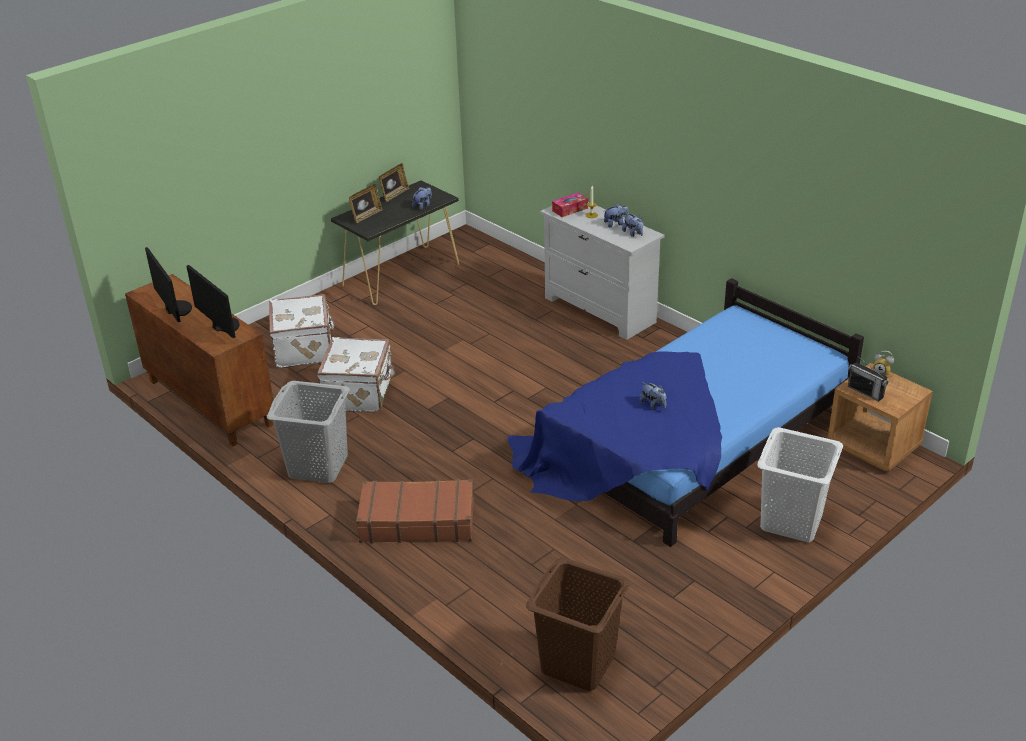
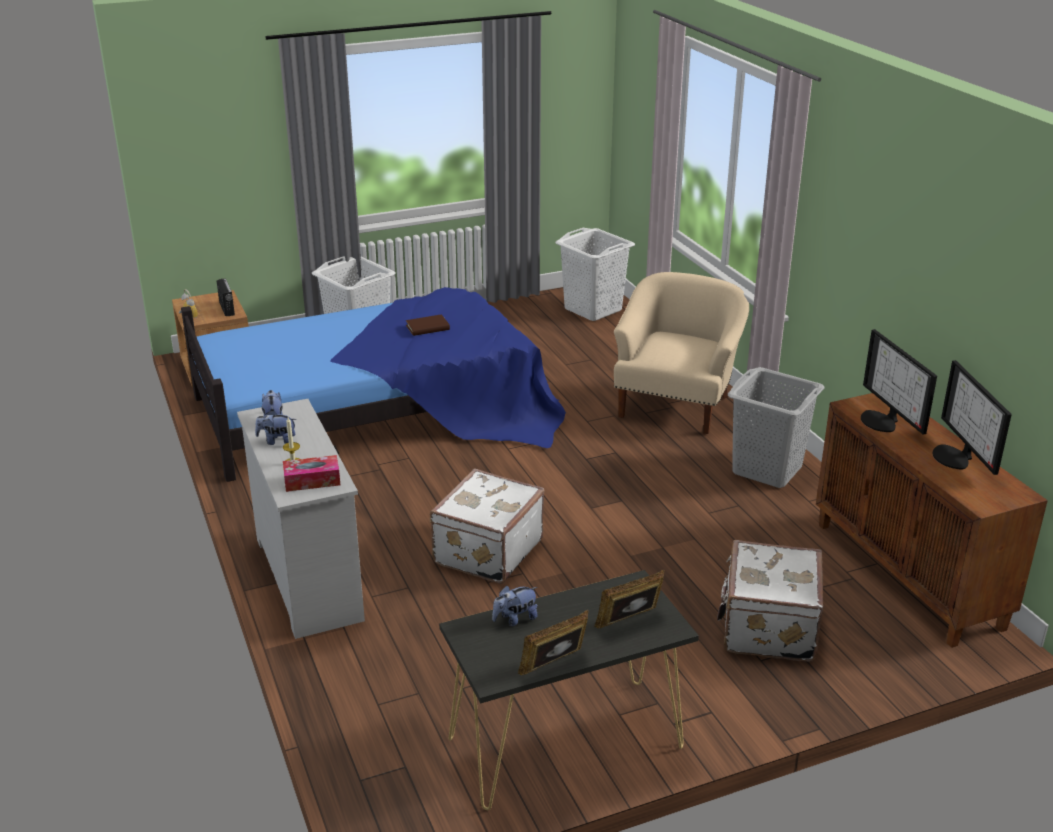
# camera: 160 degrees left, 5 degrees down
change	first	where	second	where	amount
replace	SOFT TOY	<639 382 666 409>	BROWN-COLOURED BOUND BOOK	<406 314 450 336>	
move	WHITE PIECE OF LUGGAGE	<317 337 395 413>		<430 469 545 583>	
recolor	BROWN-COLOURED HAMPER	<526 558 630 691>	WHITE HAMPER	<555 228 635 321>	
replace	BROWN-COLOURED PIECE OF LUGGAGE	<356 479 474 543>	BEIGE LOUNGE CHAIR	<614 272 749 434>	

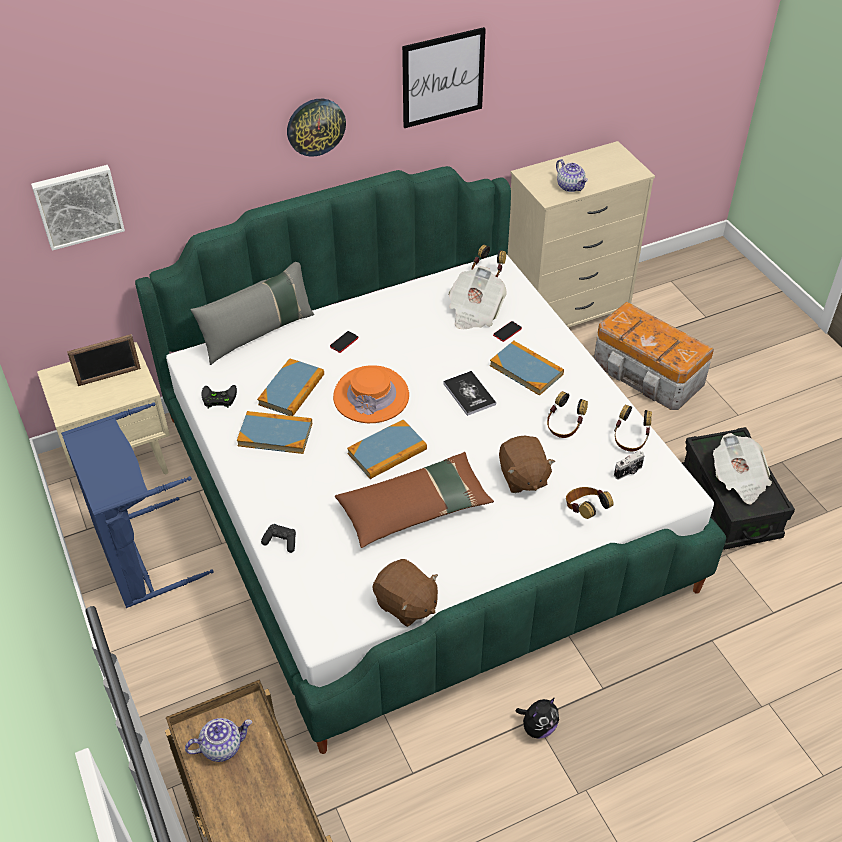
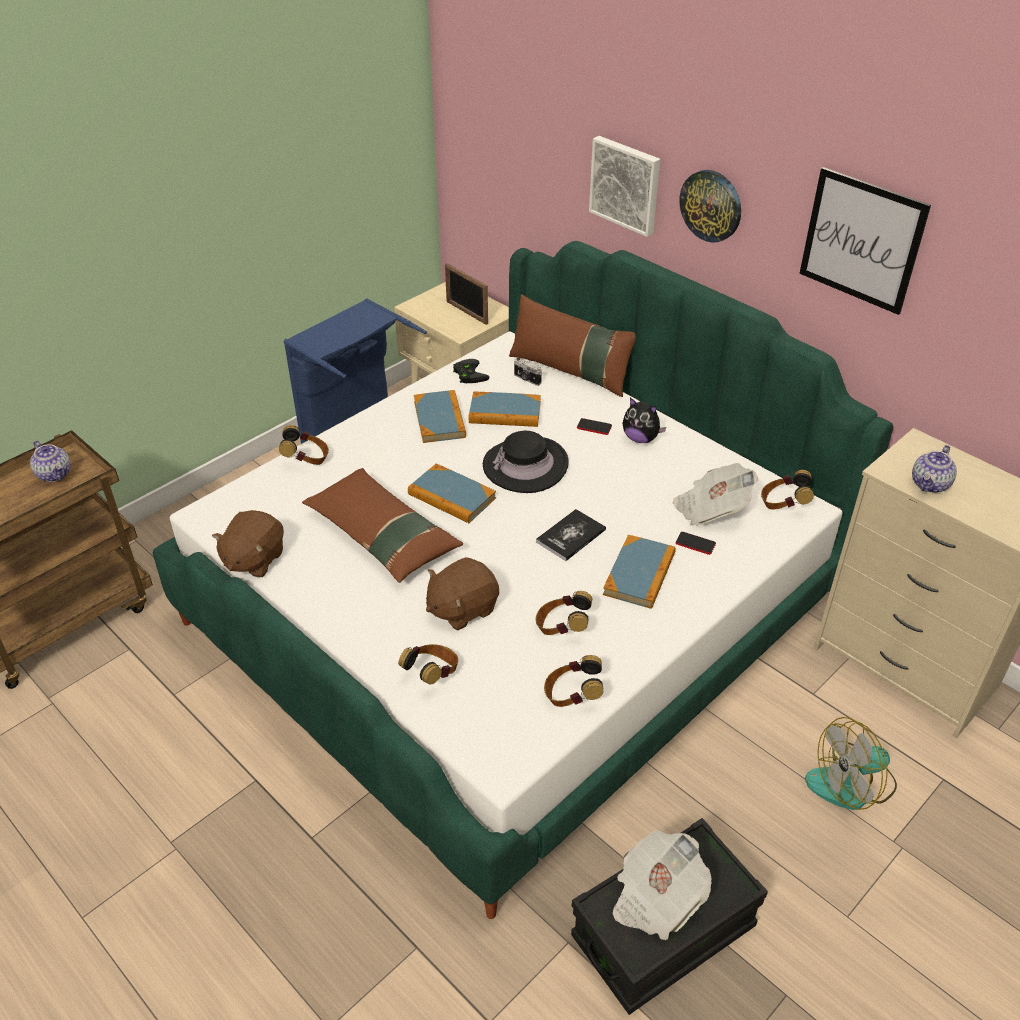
# camera: 70 degrees right, 5 degrees down
change	first	where	second	where	amount
replace	BLACKISH GAMEPAD	<261 524 296 553>	HEADSET	<279 425 329 465>	
recolor	ORANGE-COLOURED CLOTHING HAT	<333 365 409 423>	BLACKISH CLOTHING HAT	<483 431 569 493>	
recolor	GRAY CUSHION	<191 262 314 365>	BROWN-COLOURED CUSHION	<509 295 635 397>	
move	PHOTO CAMERA	<614 451 645 480>		<514 358 542 386>	
move	WALL ART	<31 165 125 251>		<589 136 661 237>	
move	SOFT TOY	<516 698 559 739>		<623 397 666 443>	
replace	STORAGE BOX	<594 301 714 410>	FAN	<805 717 897 810>	

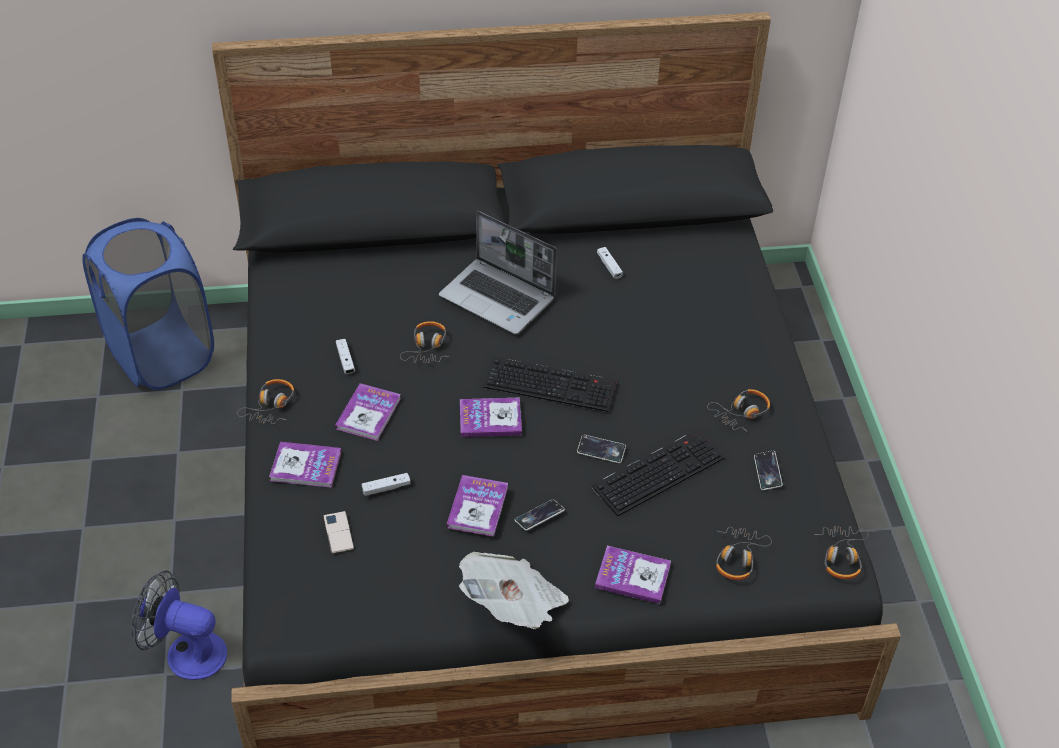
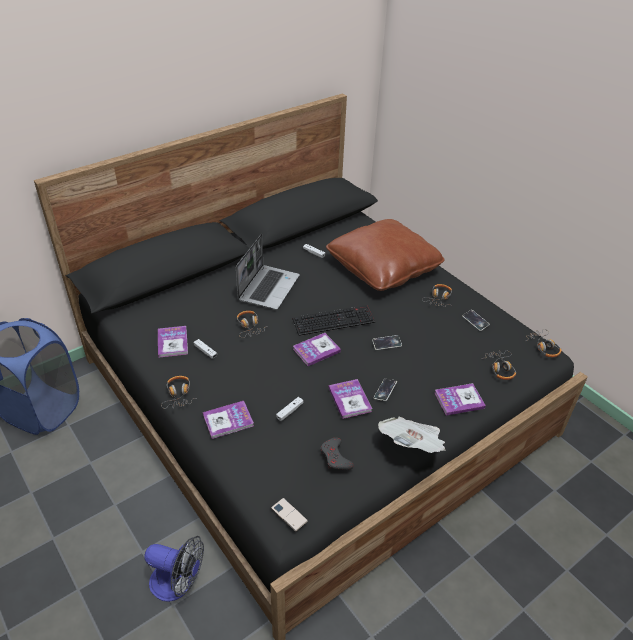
# camera: 30 degrees left, 5 degrees down
change	first	where	second	where	amount
rotate	FAN	<131 571 227 680>		<144 536 204 602>	150 degrees counterclockwise
move	BOUND BOOK	<335 383 401 441>		<158 326 188 358>	
rotate	PORTABLE COMPUTER	<439 211 557 335>		<236 233 300 310>	75 degrees counterclockwise
move	TELEPHONE	<323 511 354 554>		<271 498 308 531>	
insert			GRAY GAMEPAD	<321 437 354 470>	
insert			BROWN-COLOURED CUSHION	<326 219 444 291>	
delete	KEYBOARD	<592 430 724 517>			

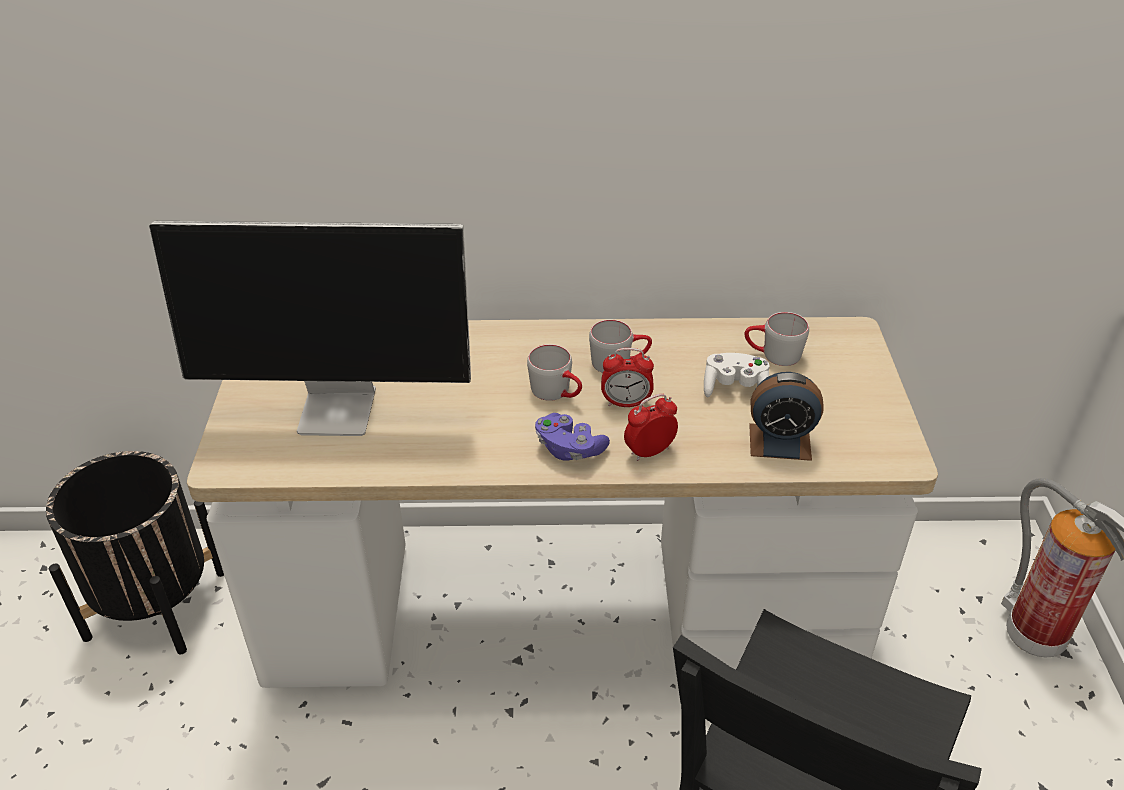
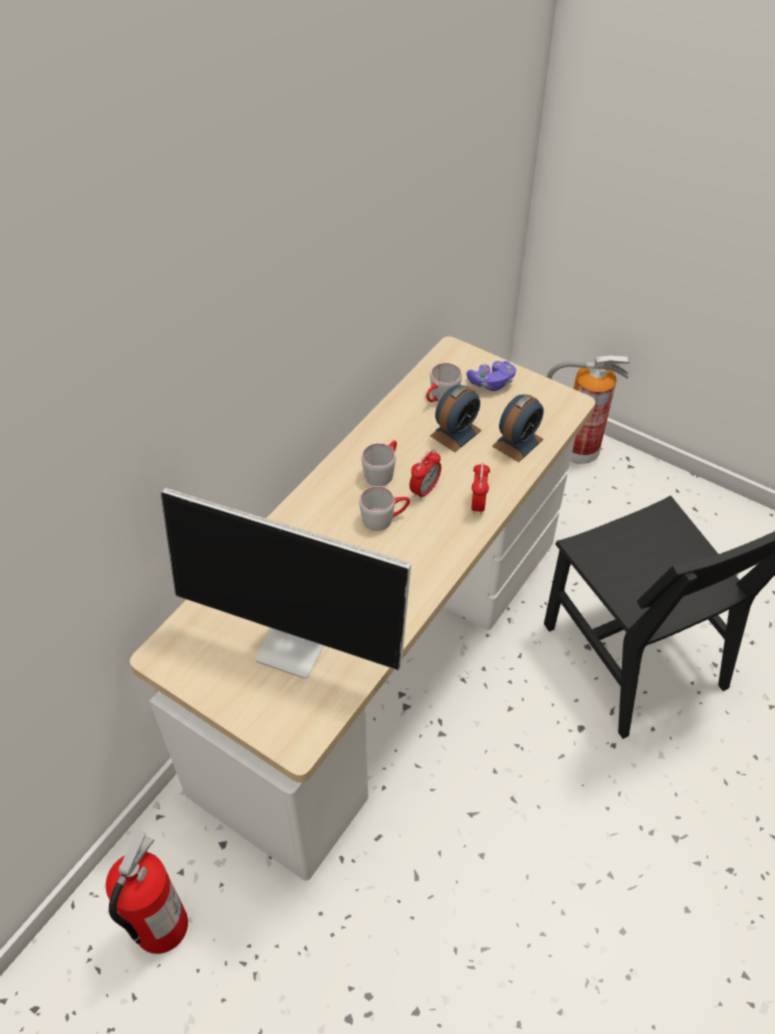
# camera: 55 degrees left, 10 degrees up
change	first	where	second	where	amount
replace	BLACKISH FLOWER POT	<46 451 224 654>	FIRE EXTINGUISHER	<106 830 188 954>	
rotate	COMPUTER DISPLAY	<149 221 471 436>		<161 488 411 679>	75 degrees clockwise
replace	WHITE GAMEPAD	<704 353 769 397>	ALARM CLOCK	<430 385 482 452>	
move	PURPLE-COLOURED GAMEPAD	<535 413 610 461>		<467 361 516 391>	

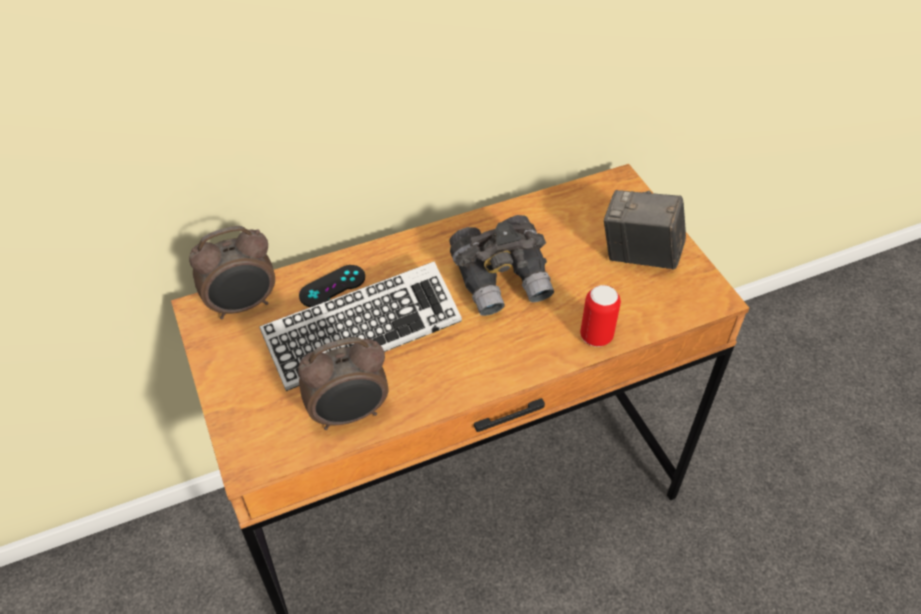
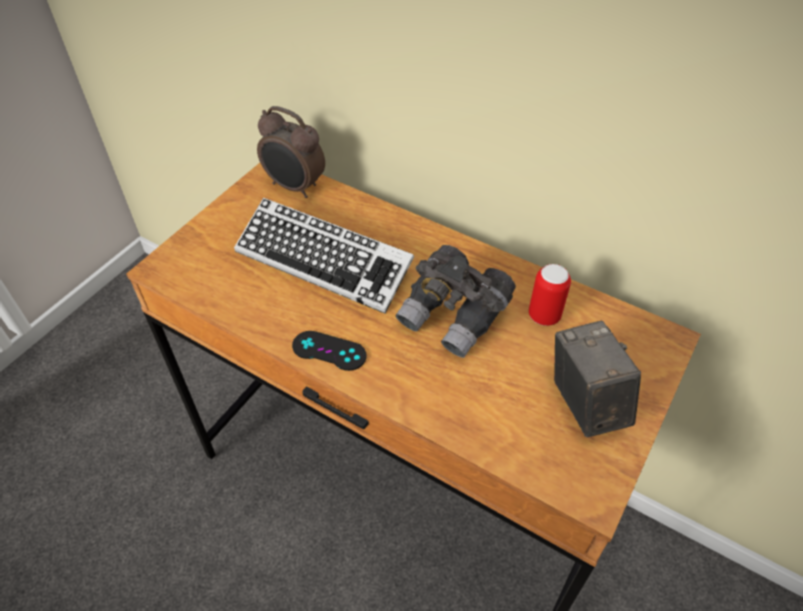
# camera: 55 degrees right, 0 degrees up
change	first	where	second	where	amount
move	BLACKISH GAMEPAD	<299 265 365 307>		<292 331 366 371>	
move	SEALED CAN	<580 285 621 347>		<529 264 571 326>	
delete	ALARM CLOCK	<298 337 389 430>			

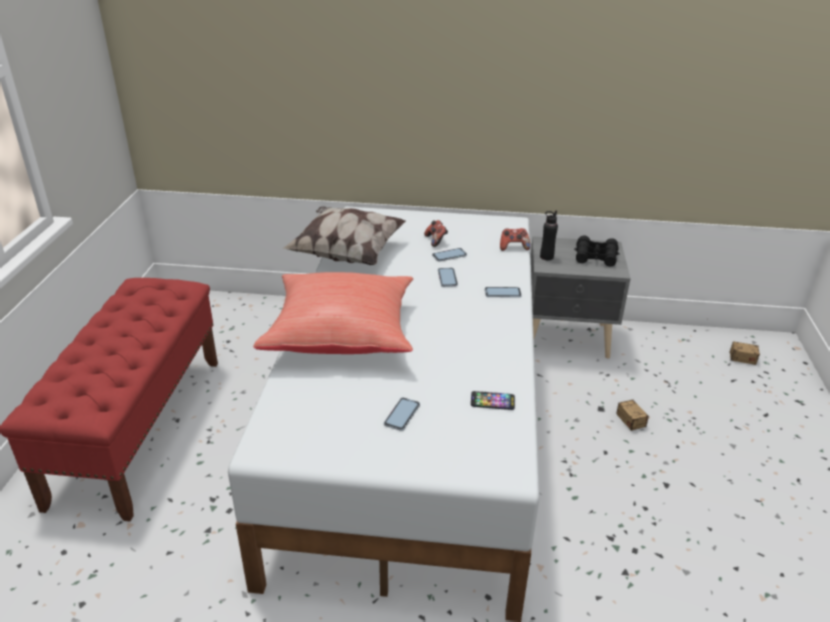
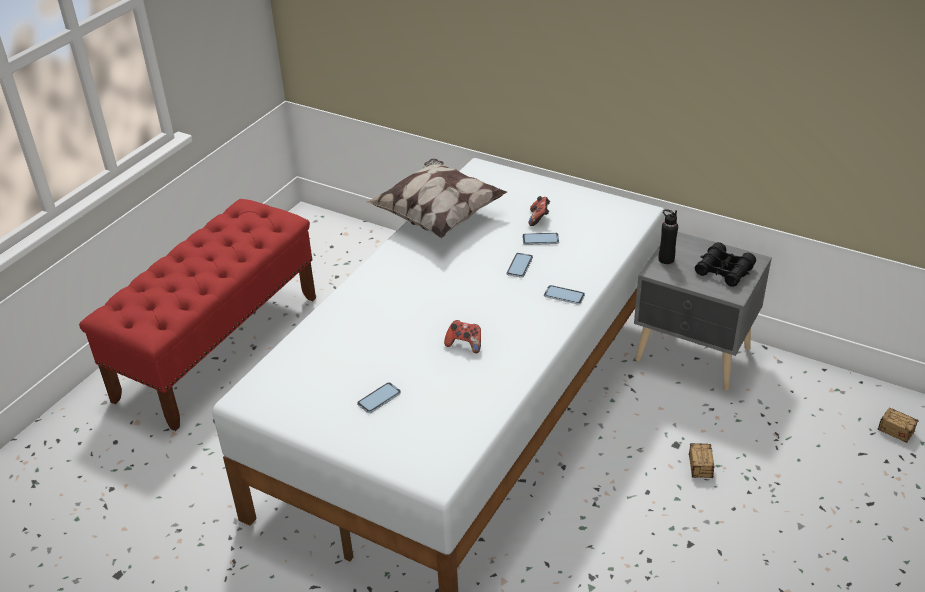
# camera: 25 degrees right, 5 degrees up
change	first	where	second	where	amount
move	GAMEPAD	<500 228 530 251>		<444 320 481 353>	
delete	RED CUSHION	<253 272 413 354>			
delete	TELEPHONE	<471 391 515 410>			

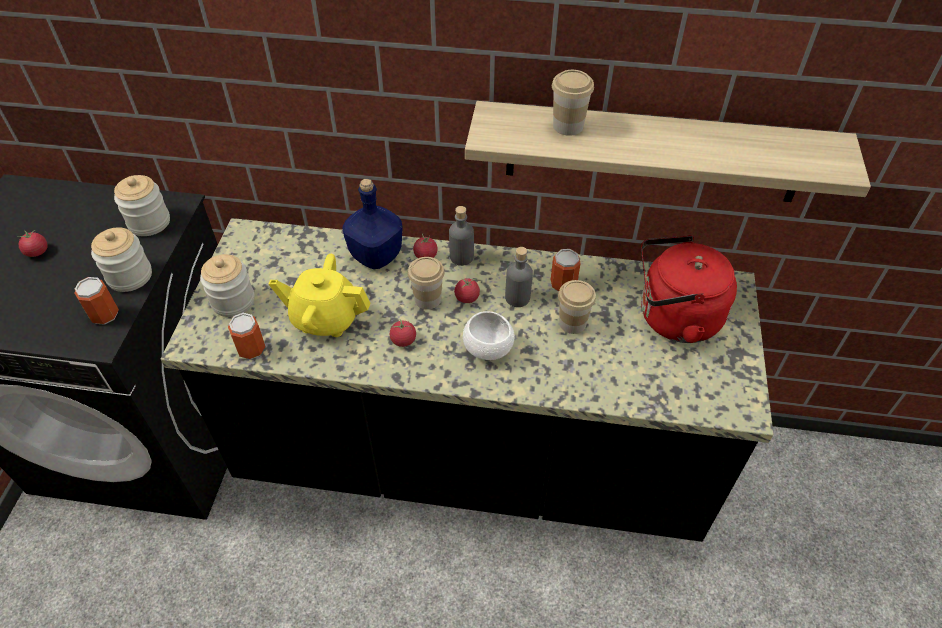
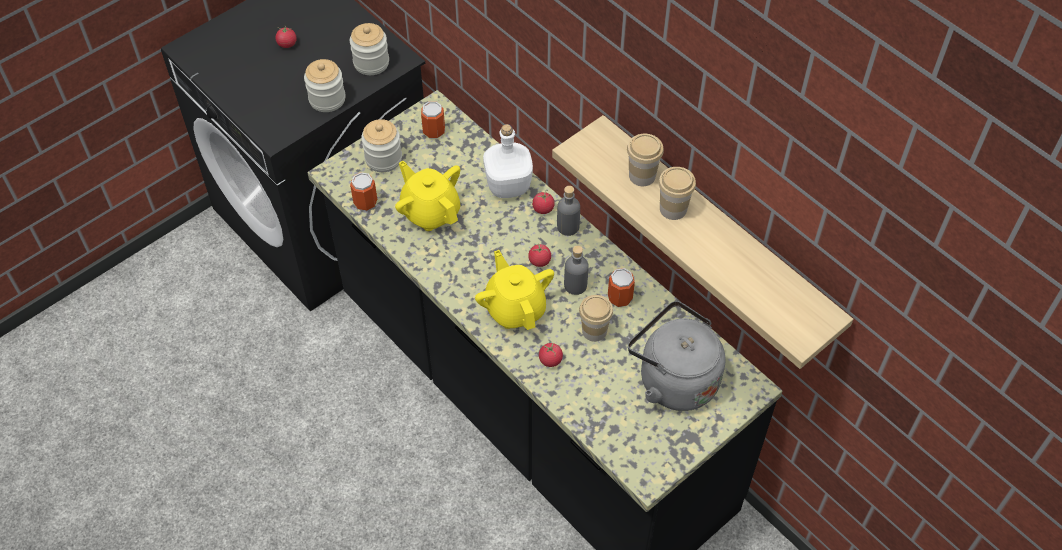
# camera: 40 degrees right, 5 degrees up
change	first	where	second	where	amount
move	SEALED CAN	<74 277 119 325>		<421 101 445 139>	
replace	WHITE BOWL	<463 311 515 360>	YELLOW TEAPOT	<475 250 554 330>	
recolor	BLUE DRINK BOTTLE	<342 179 403 269>	WHITE DRINK BOTTLE	<483 124 533 198>	
move	TOMATO	<390 319 416 347>		<539 343 563 367>	
recolor	RED WATER KETTLE	<641 235 737 343>	GRAY WATER KETTLE	<628 301 725 411>	
move	DRINKING CUP	<408 257 445 310>		<658 167 696 220>	

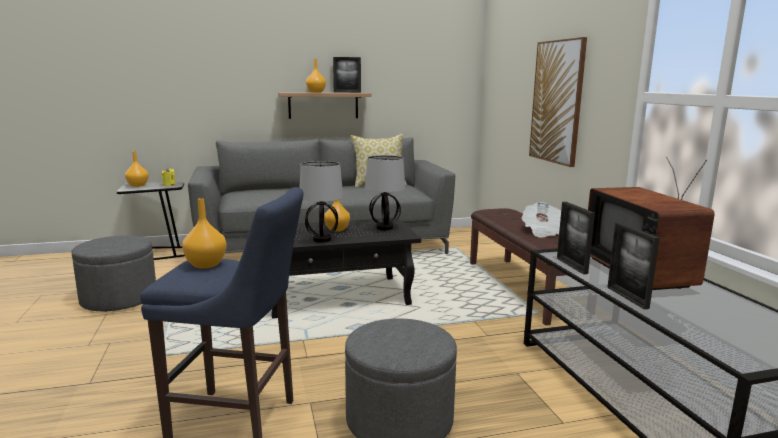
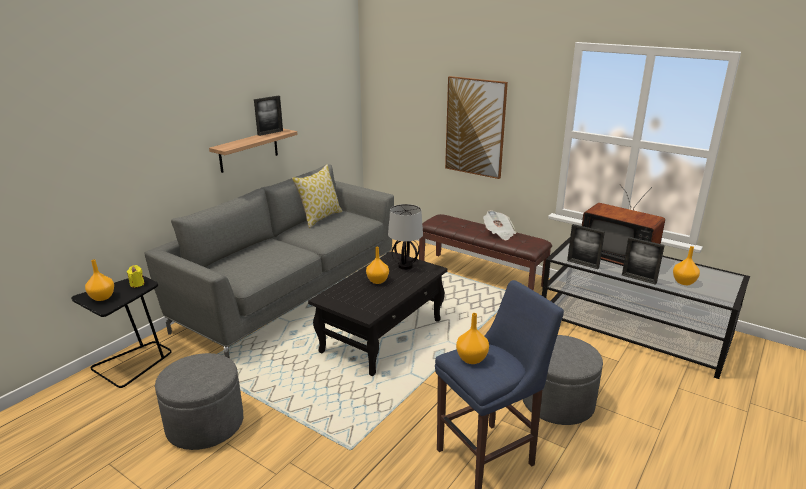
# camera: 40 degrees left, 10 degrees up
change	first	where	second	where	amount
move	ORANGE-COLOURED FLOWER VASE	<306 59 326 93>		<673 246 700 285>	
delete	TABLE LAMP	<299 161 343 243>			

